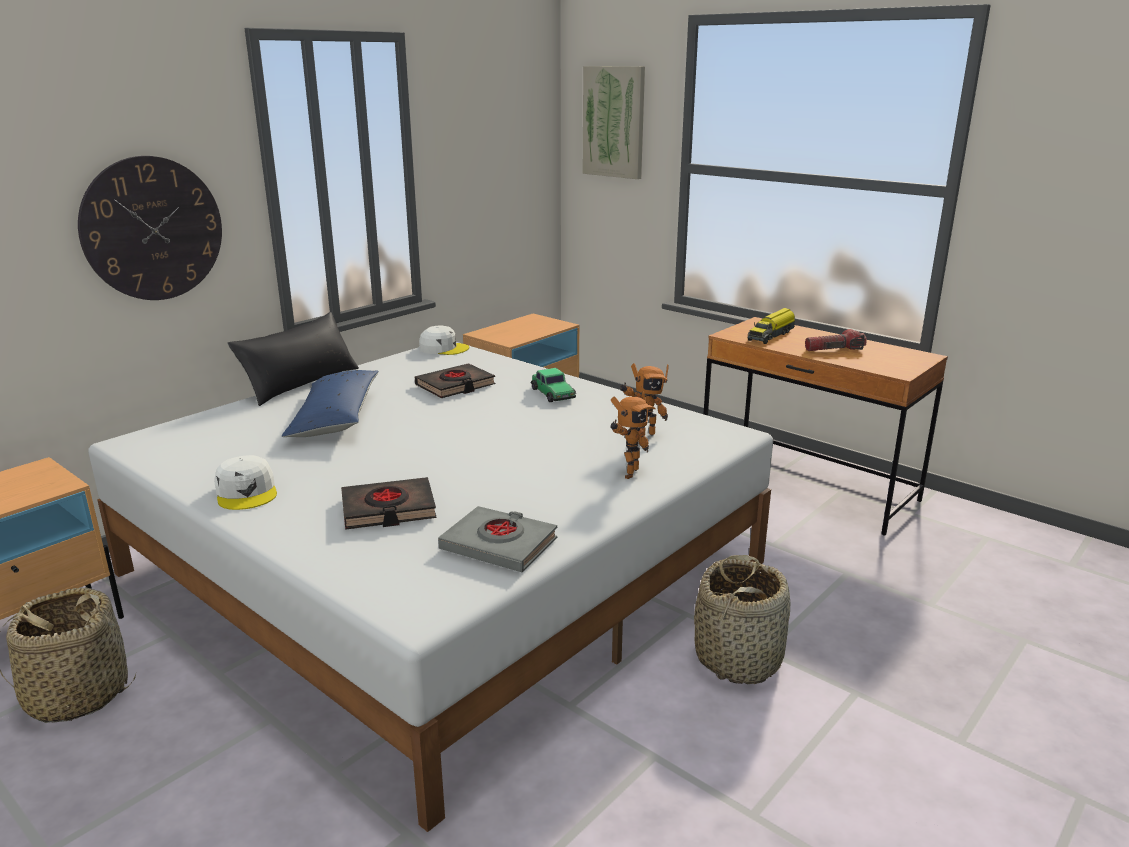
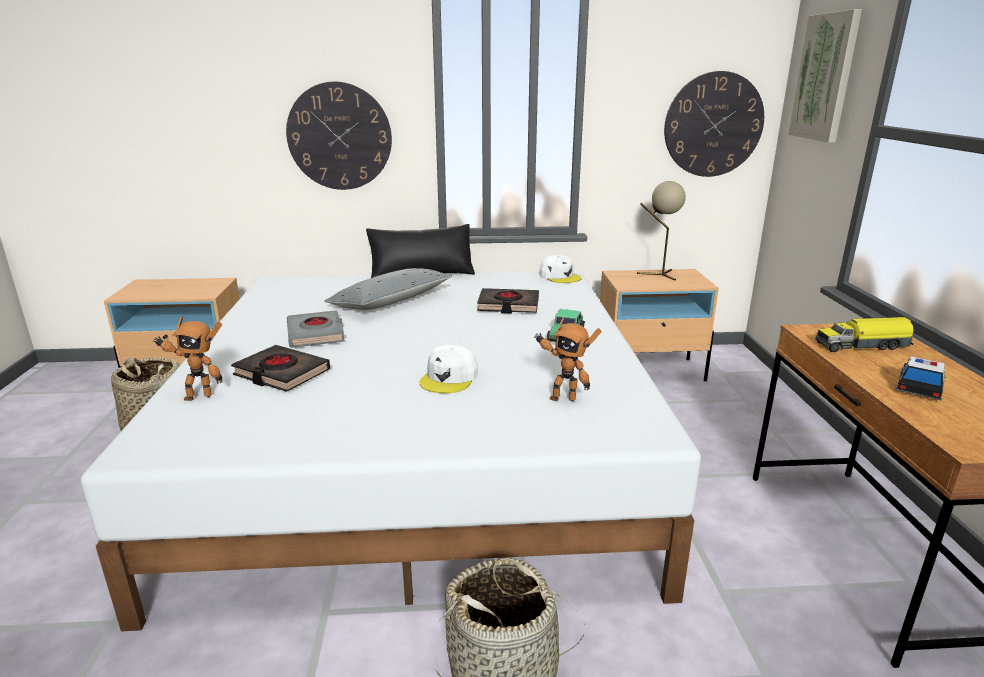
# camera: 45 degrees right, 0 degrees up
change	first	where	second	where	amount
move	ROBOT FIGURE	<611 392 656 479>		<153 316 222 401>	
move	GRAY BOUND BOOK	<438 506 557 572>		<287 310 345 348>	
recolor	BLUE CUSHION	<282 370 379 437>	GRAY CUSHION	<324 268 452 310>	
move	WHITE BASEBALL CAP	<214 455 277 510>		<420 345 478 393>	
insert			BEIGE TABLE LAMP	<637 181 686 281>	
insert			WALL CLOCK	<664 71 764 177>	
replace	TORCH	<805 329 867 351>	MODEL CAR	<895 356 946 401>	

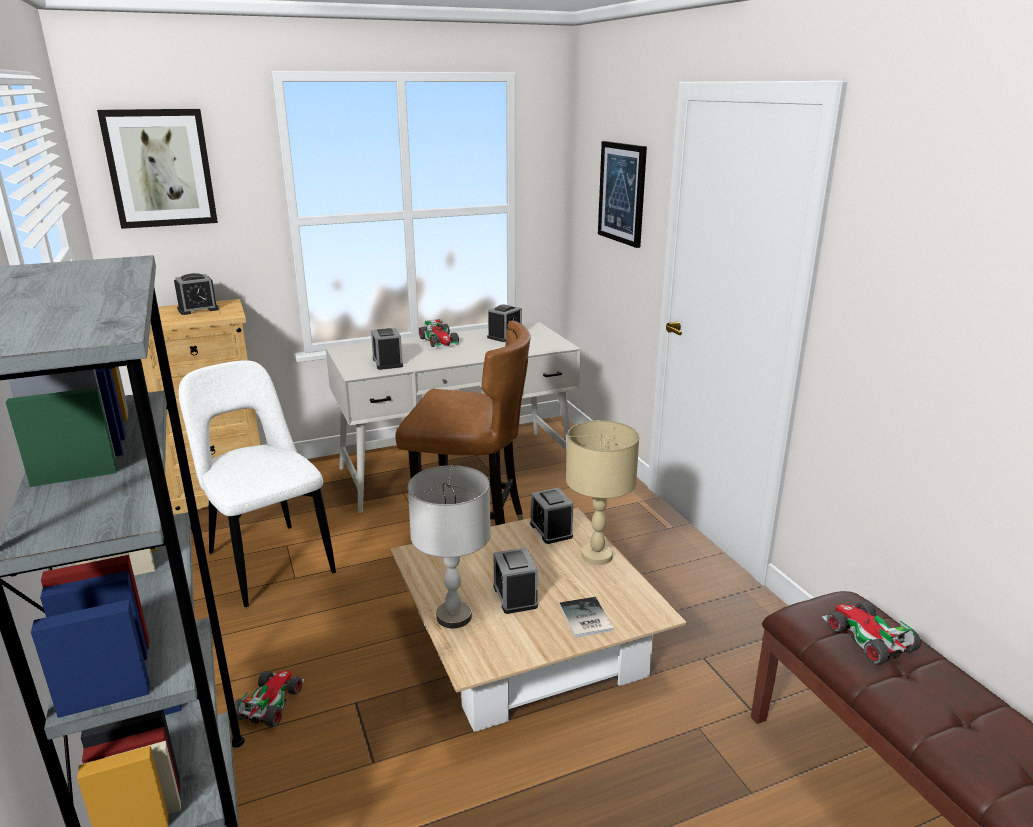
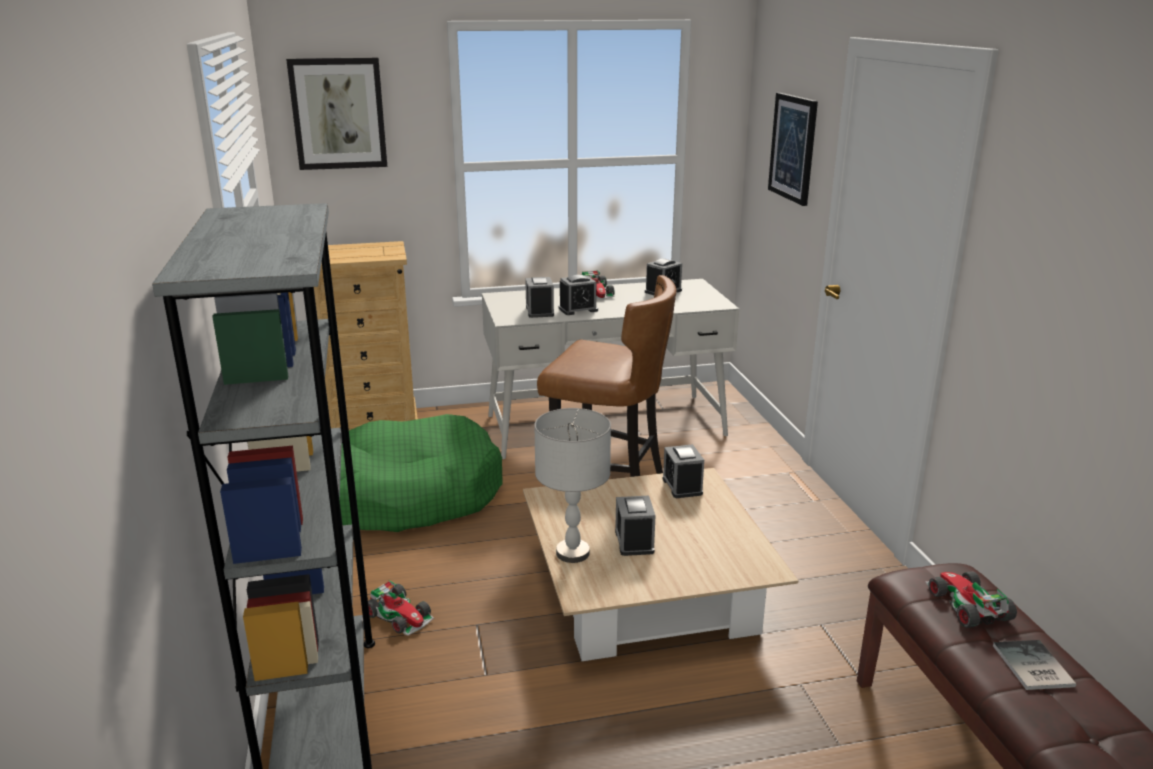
# camera: 10 degrees right, 0 degrees up
change	first	where	second	where	amount
replace	WHITE CHAIR	<179 360 336 607>	GREEN-COLOURED PET BED	<340 414 502 532>	
rotate	MODEL CAR	<234 670 305 727>		<368 580 434 635>	105 degrees clockwise
move	ALARM CLOCK	<174 273 219 315>		<558 275 598 315>	
move	BOUND BOOK	<559 597 614 638>		<993 640 1076 690>	
delete	BEIGE TABLE LAMP	<566 420 639 565>			

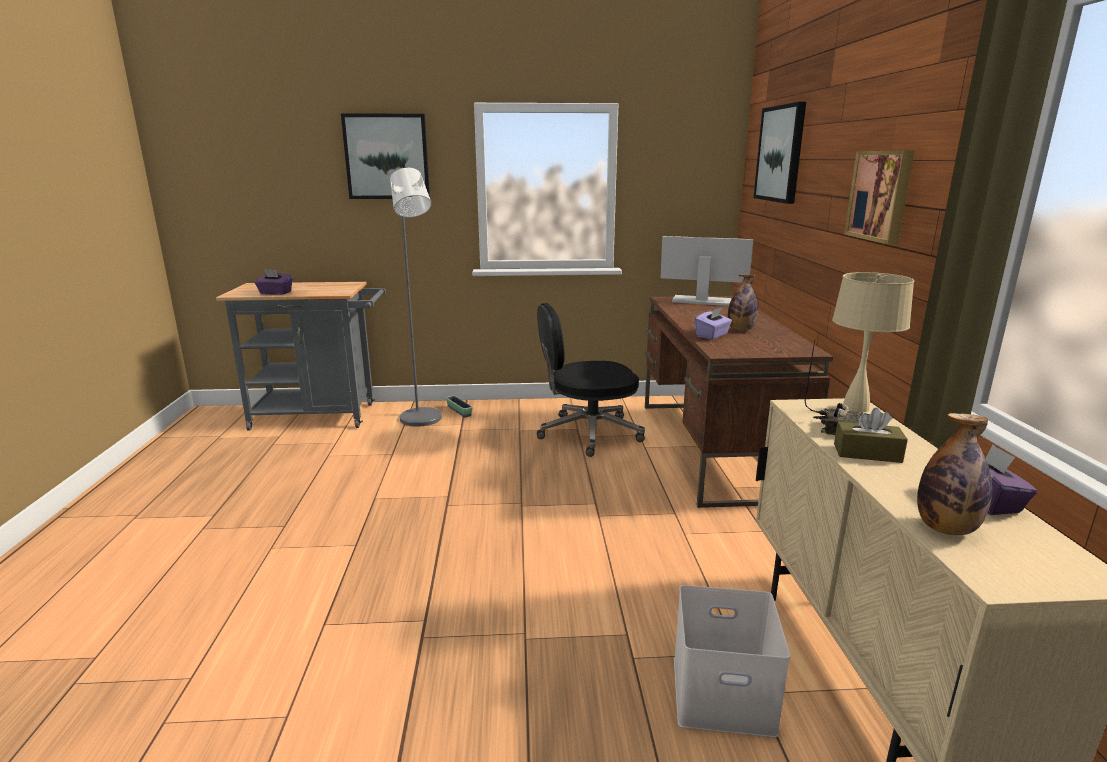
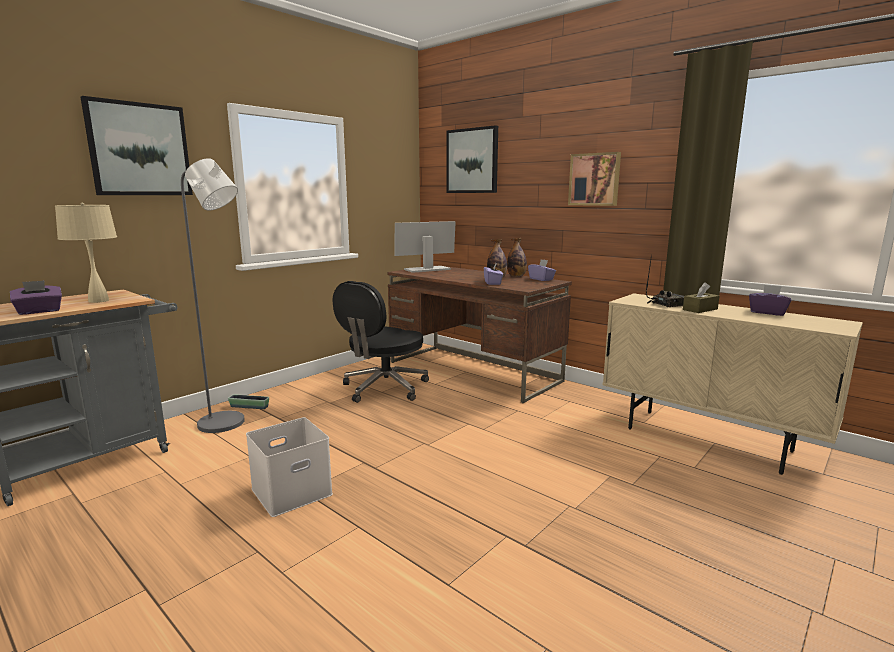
# camera: 45 degrees left, 5 degrees down
change	first	where	second	where	amount
move	BEIGE TABLE LAMP	<832 272 914 413>		<55 202 117 303>	
move	WHITE STORAGE BOX	<674 585 790 738>		<246 417 333 517>	
move	DRINK BOTTLE	<917 413 992 535>		<507 238 527 277>	
insert			PURPLE-COLOURED BOX OF TISSUES	<528 259 556 281>	

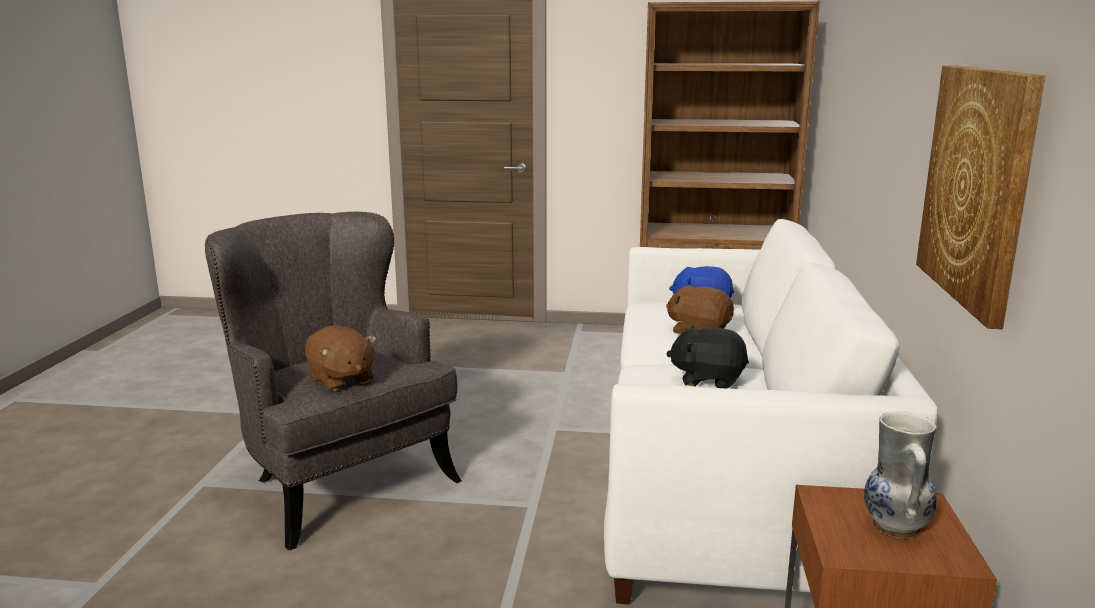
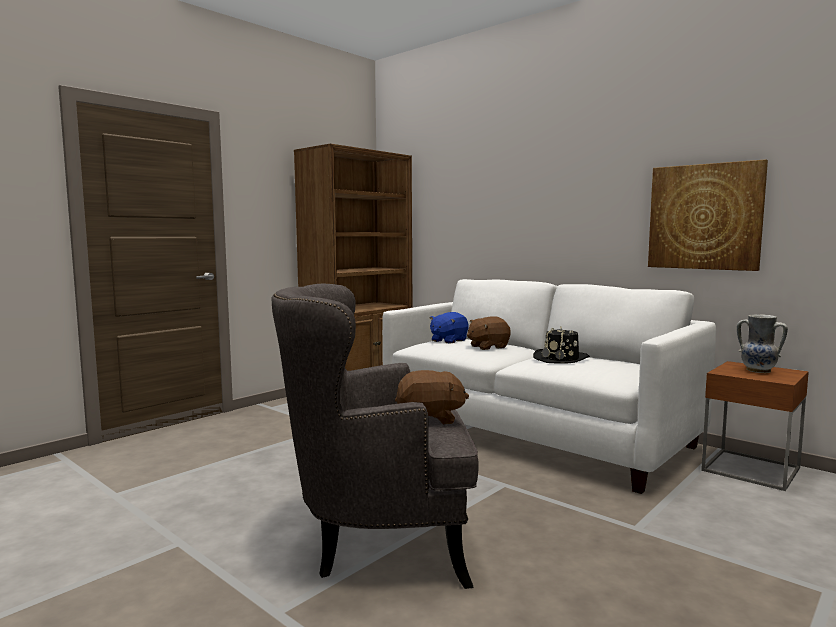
# camera: 55 degrees left, 10 degrees down
change	first	where	second	where	amount
replace	BLACKISH SOFT TOY	<666 326 749 388>	BLACKISH CLOTHING HAT	<533 327 590 364>	

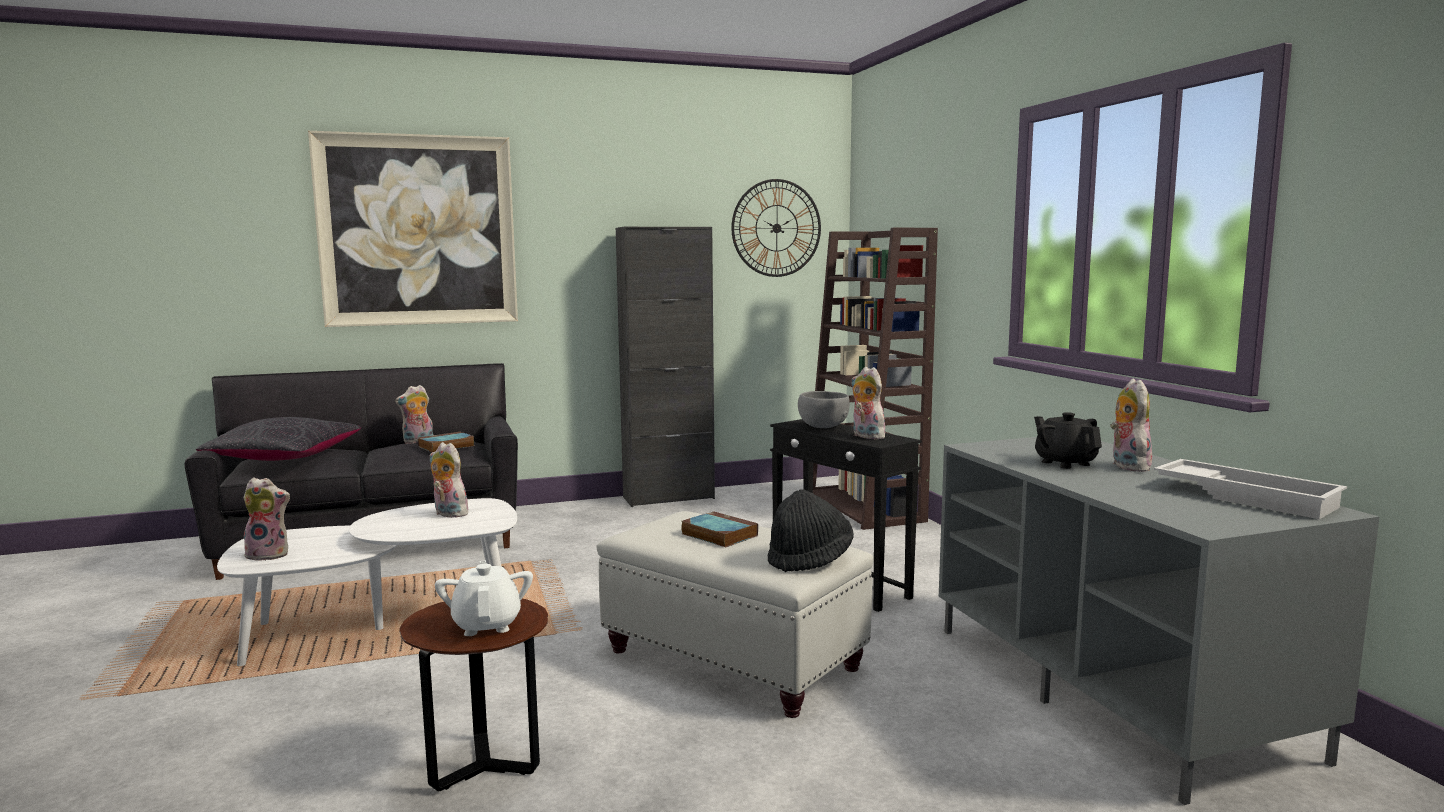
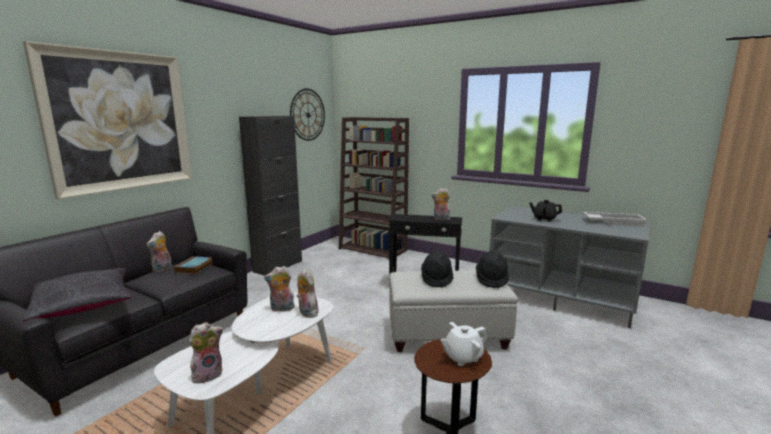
# camera: 40 degrees left, 5 degrees up
change	first	where	second	where	amount
move	SOFT TOY	<1110 378 1152 472>		<296 269 318 318>	
replace	BOUND BOOK	<681 511 758 547>	BLACKISH CLOTHING HAT	<421 250 453 288>	
rotate	WHITE TEAPOT	<435 560 533 636>		<440 322 487 366>	60 degrees counterclockwise
delete	GRAY BOWL	<798 391 850 428>			

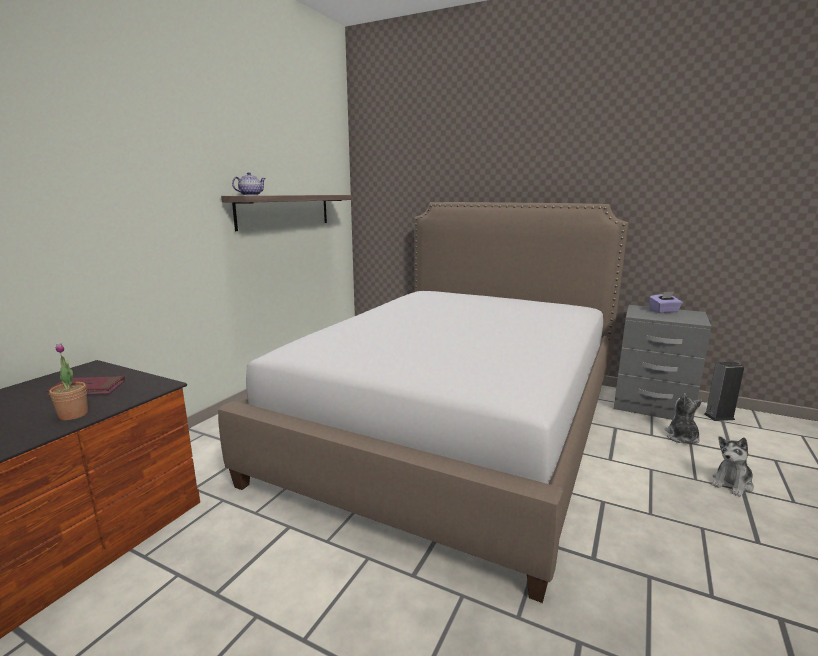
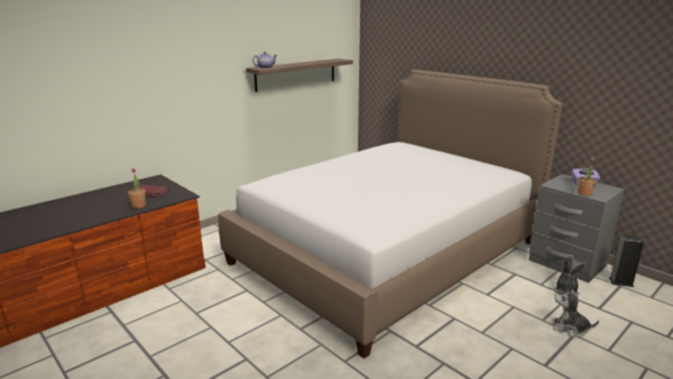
# camera: 20 degrees right, 5 degrees up
change	first	where	second	where	amount
rotate	SOFT TOY	<711 436 754 497>		<553 289 599 337>	45 degrees clockwise
insert			HOUSEPLANT	<577 157 596 196>	

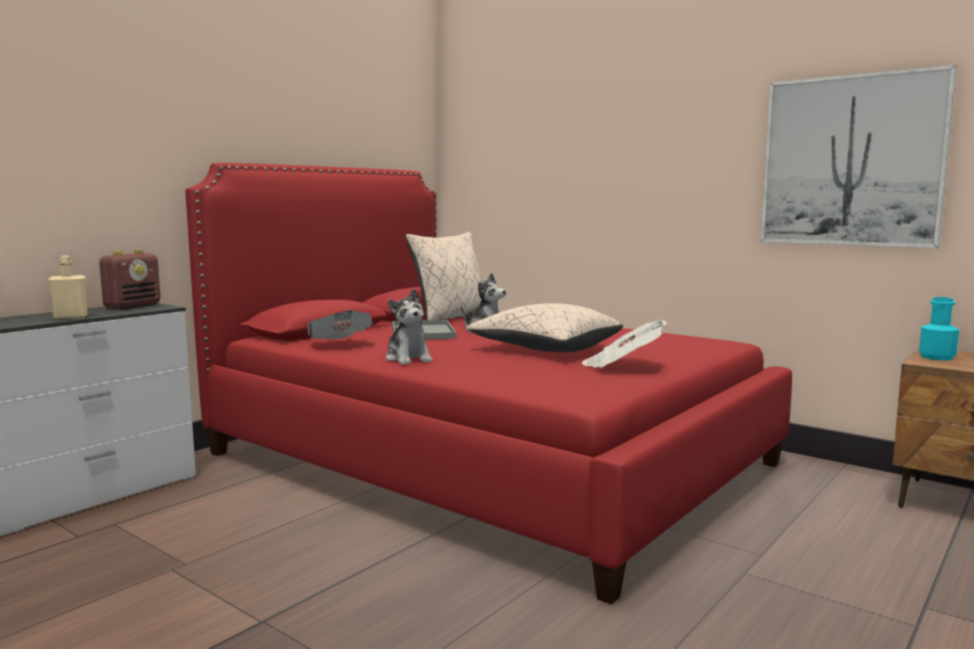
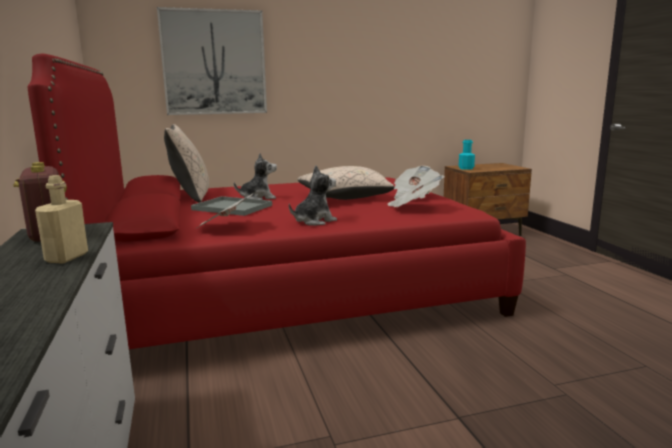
# camera: 55 degrees left, 5 degrees up
change	first	where	second	where	amount
move	WALL ART	<761 65 957 248>		<157 7 267 115>	
rotate	SOFT TOY	<386 289 433 365>		<289 165 337 226>	45 degrees counterclockwise
insert			DAILY PAPER	<387 175 445 207>	

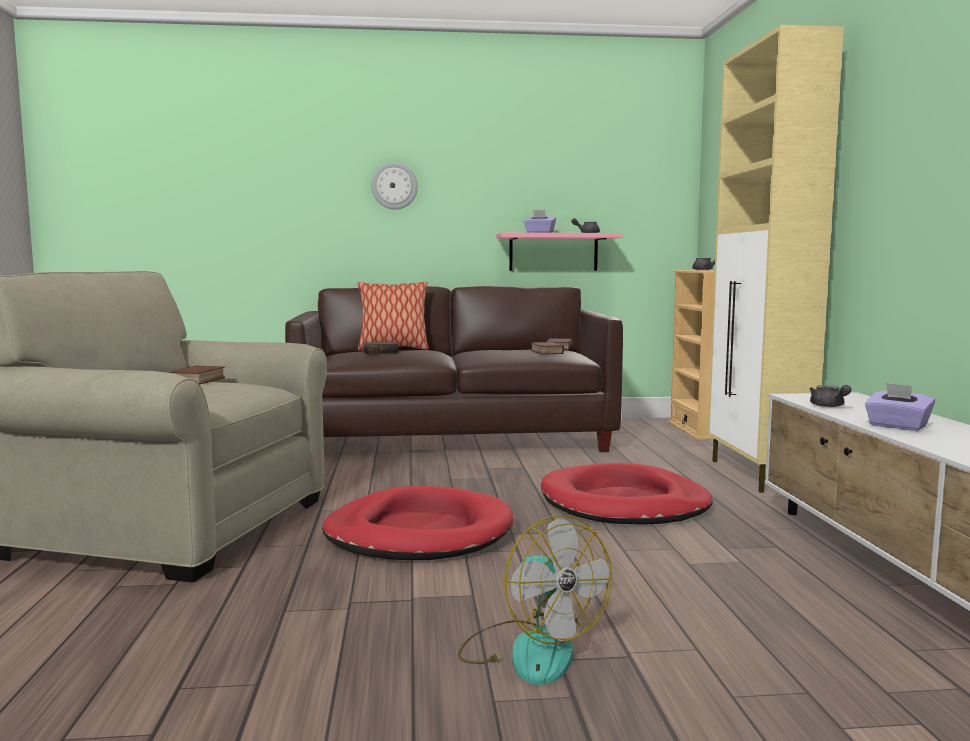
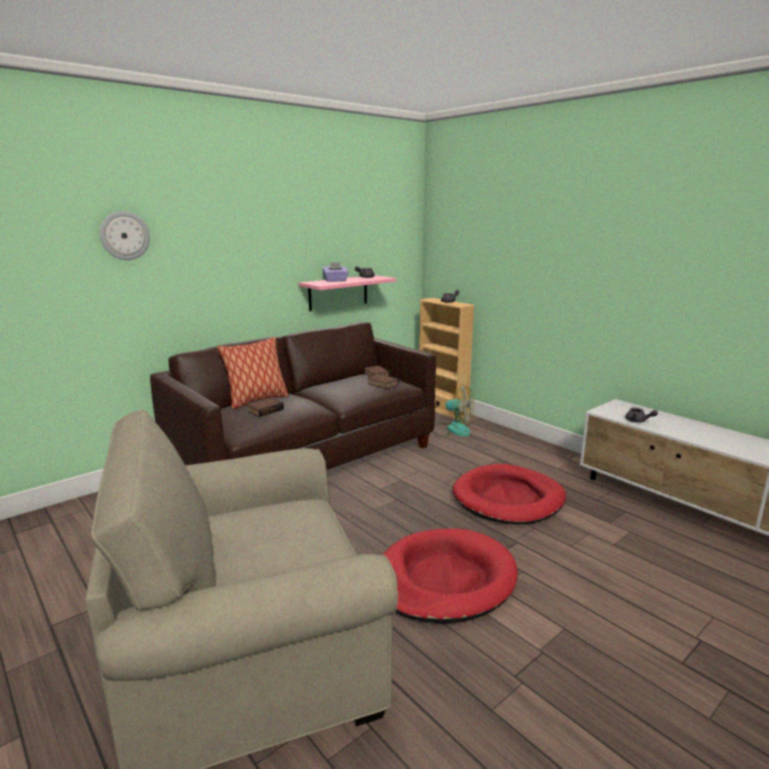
# camera: 35 degrees left, 10 degrees up
change	first	where	second	where	amount
move	WALL CLOCK	<371 162 418 210>		<100 211 150 260>	
move	FAN	<458 515 612 685>		<433 385 474 437>	
delete	BOUND BOOK	<169 366 225 384>			
delete	BEIGE CABINET	<708 25 844 493>			
delete	PURPLE-COLOURED BOX OF TISSUES	<865 383 935 431>			

